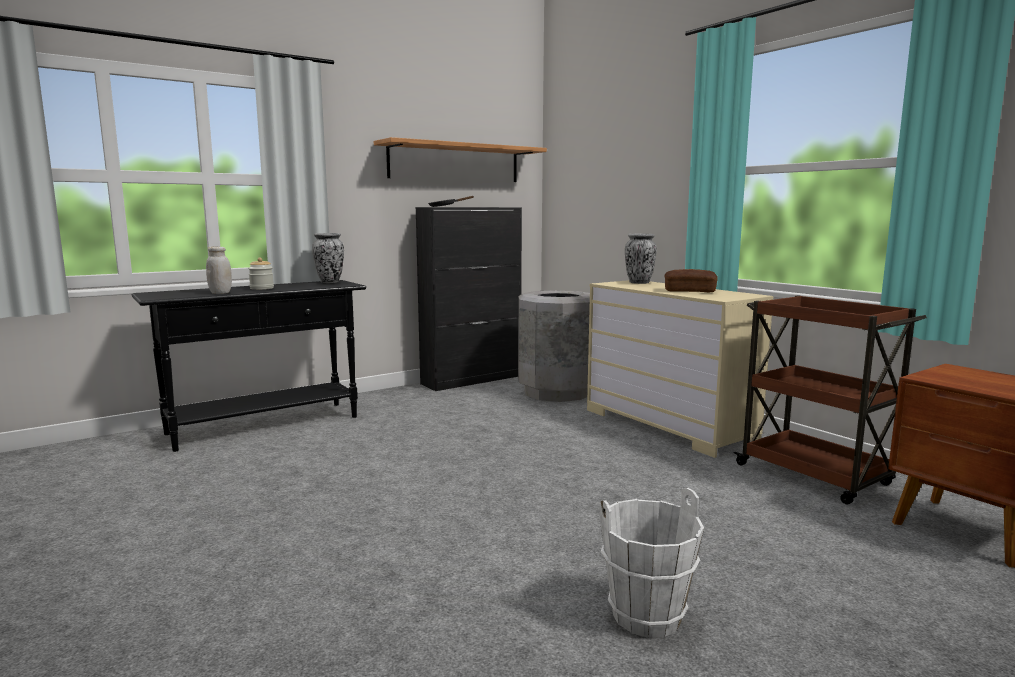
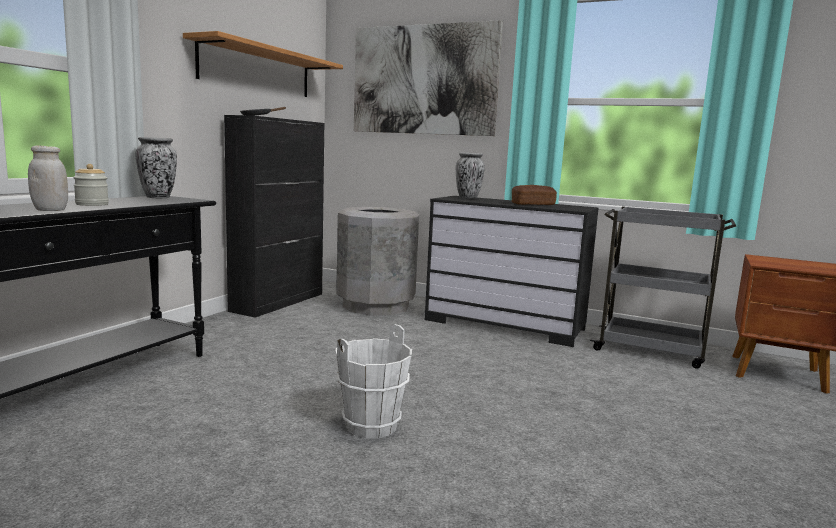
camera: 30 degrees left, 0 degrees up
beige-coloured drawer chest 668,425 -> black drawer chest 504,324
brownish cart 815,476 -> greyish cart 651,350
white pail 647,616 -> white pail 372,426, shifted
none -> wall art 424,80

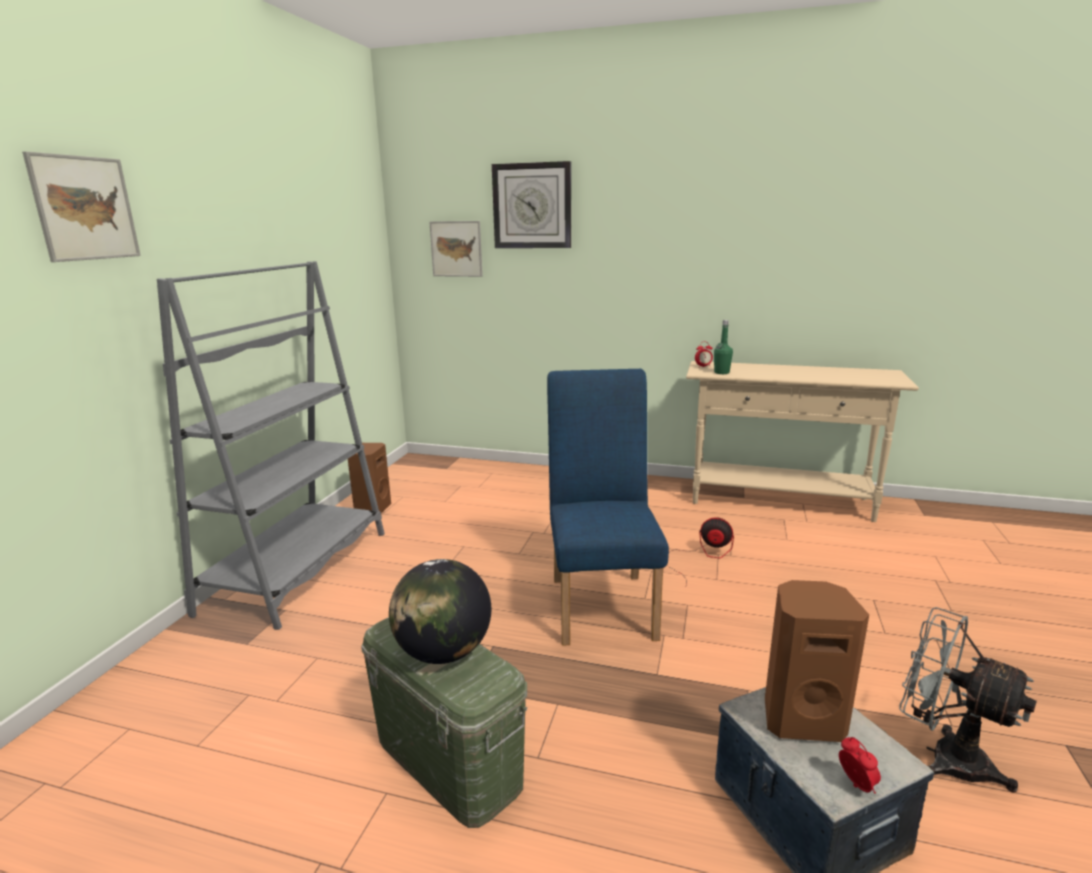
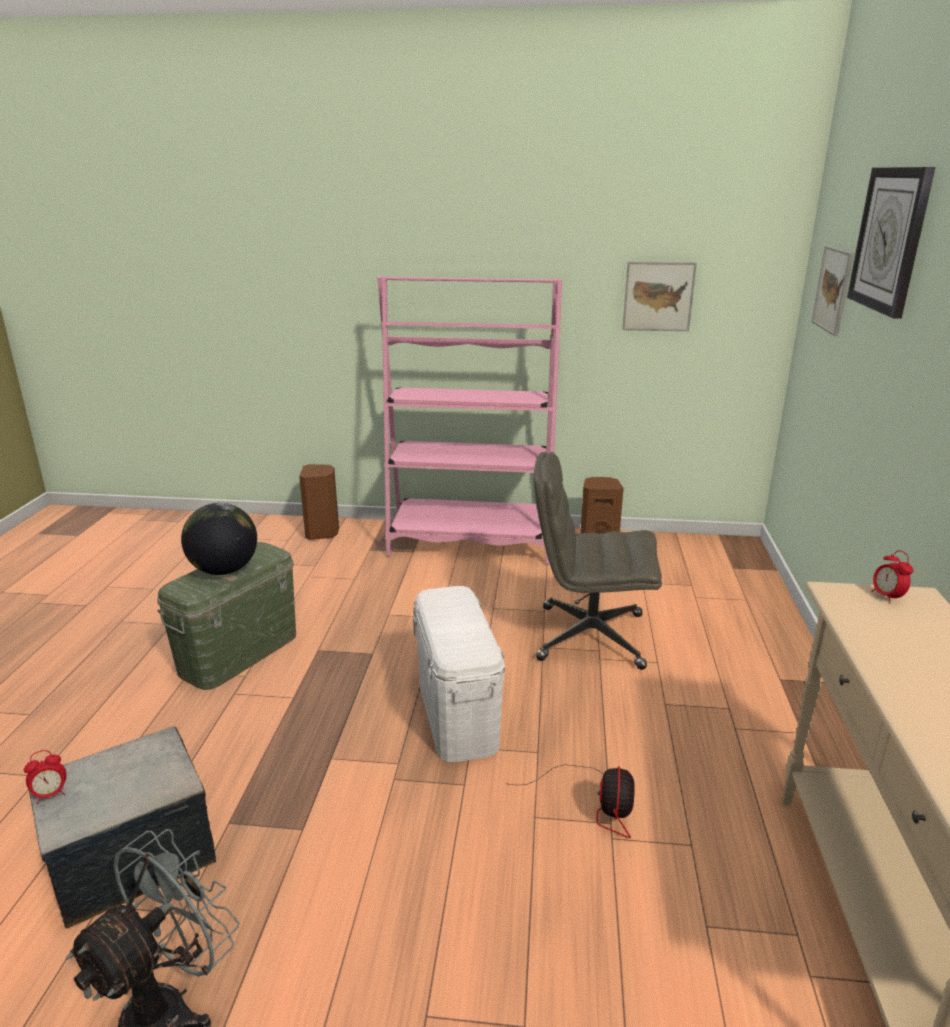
camera: 80 degrees right, 5 degrees up
wall art 85,208 -> wall art 658,296, shifted
greyish bookcase 298,571 -> pinkish bookcase 469,542
greenish beverage bottle 721,372 -> none
blue-coloured chair 602,601 -> white storage bin 457,714
brownish loudspeaker 801,718 -> brownish loudspeaker 322,533, shifted
none -> greyish office chair 589,637

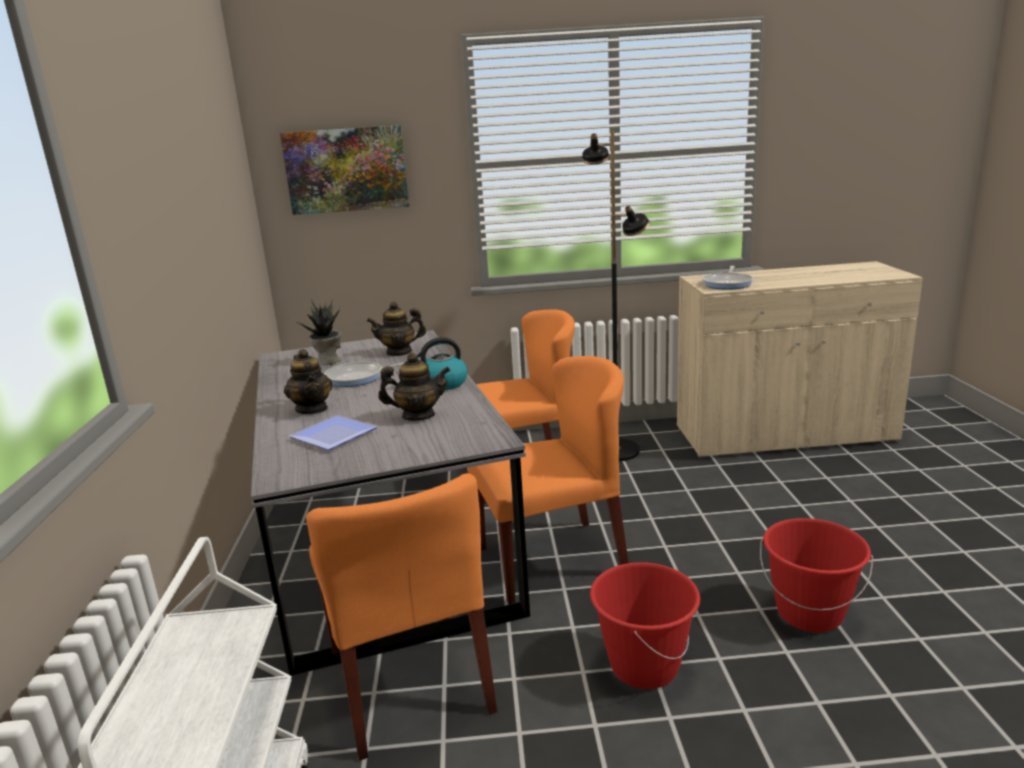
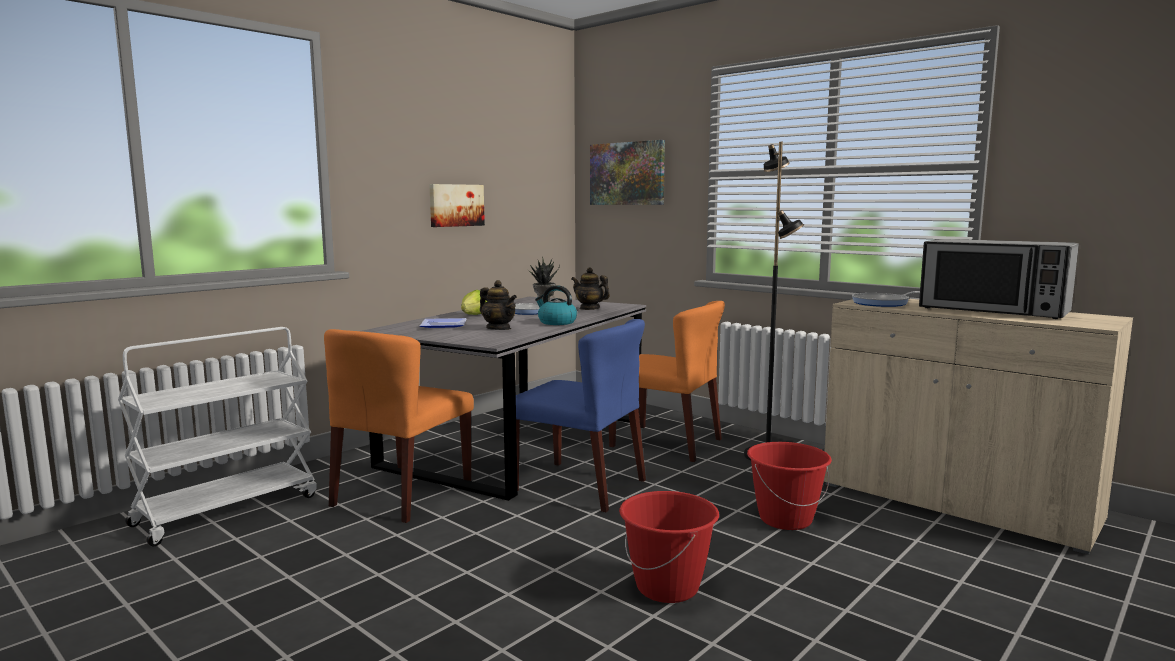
camera: 45 degrees right, 10 degrees down
pot for tea 312,409 -> lettuce head 471,316
orange chair 552,560 -> blue-coloured chair 580,485
reddish pail 643,666 -> reddish pail 785,519, shifted
none -> wall art 456,205
none -> microwave oven 993,310

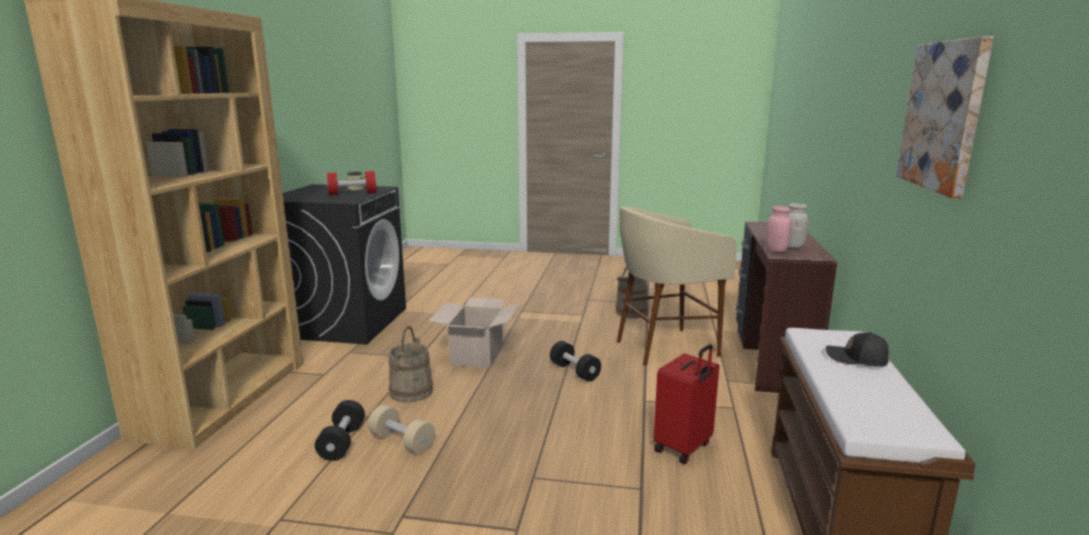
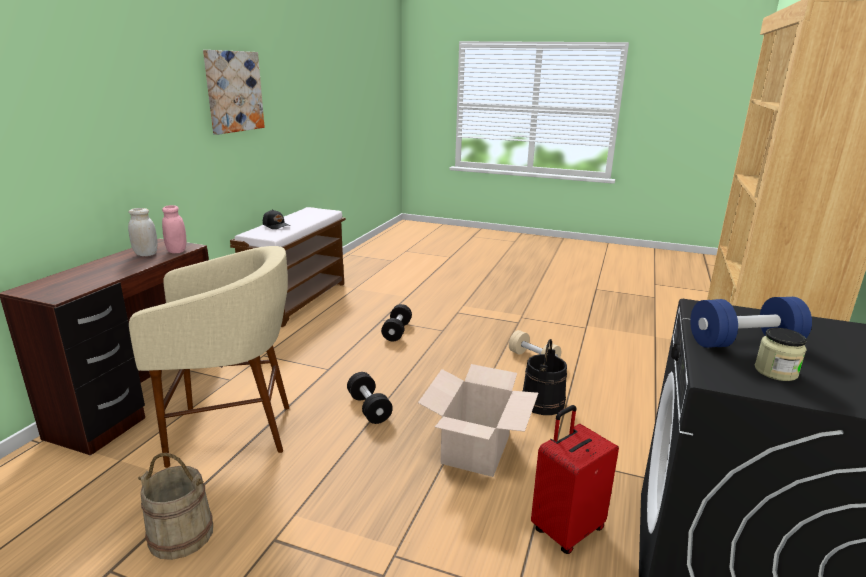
camera: 170 degrees left, 5 degrees up
reddish dumbbell 352,193 -> blue-coloured dumbbell 744,342
beige-coloured pail 411,392 -> black pail 543,403
reddish travel case 684,448 -> reddish travel case 566,529, shifted
black dumbbell 342,442 -> black dumbbell 397,331, shifted

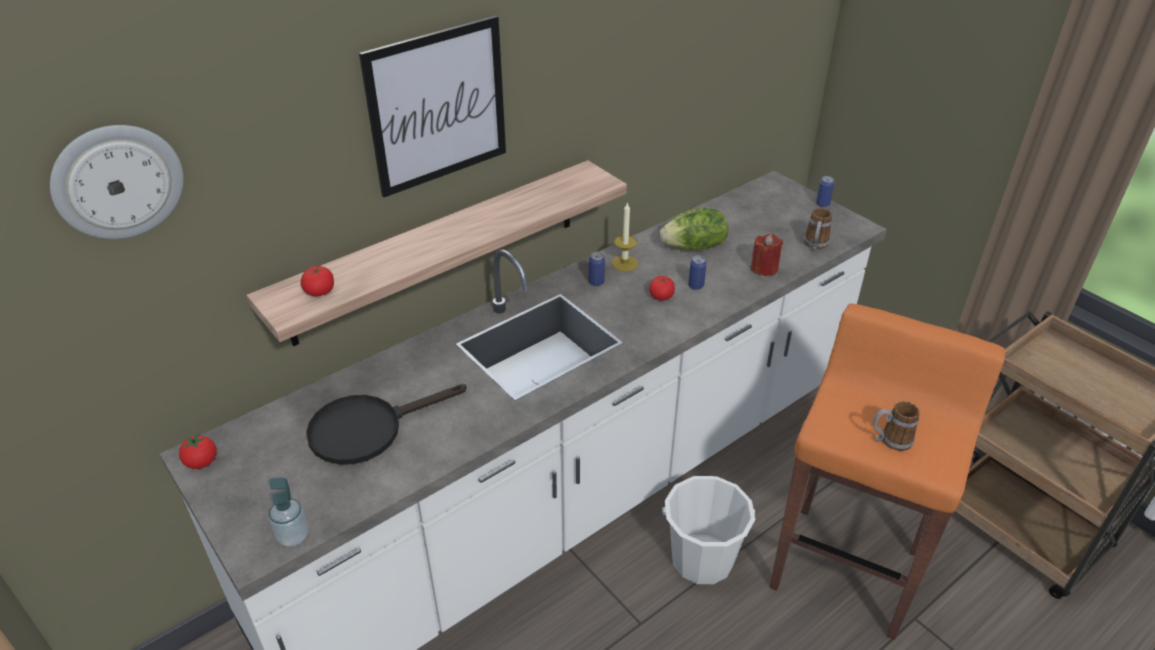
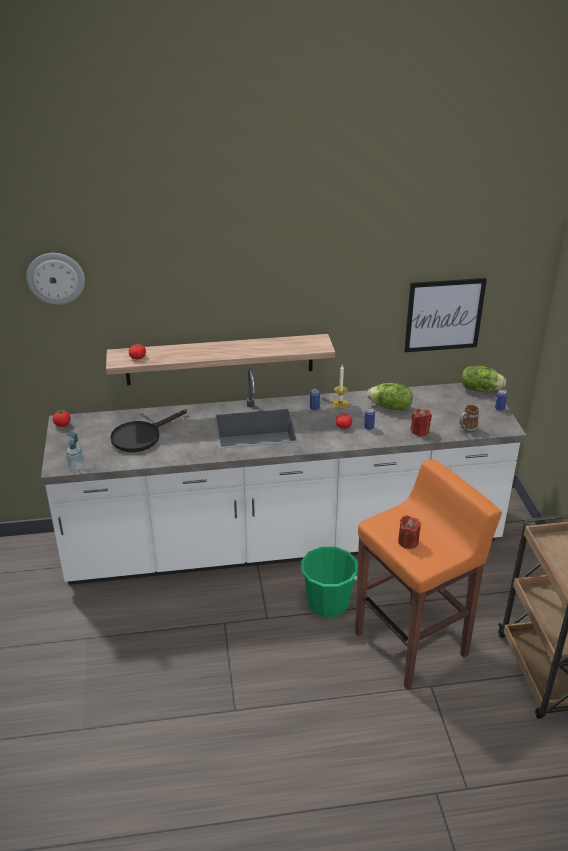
camera: 30 degrees right, 5 degrees down
wall art 438,106 -> wall art 444,315, shifted
black pan 368,429 -> black pan 141,436, 45 degrees counterclockwise
tea mug 890,440 -> reddish wax candle 408,542
white pail 702,559 -> greenish pail 328,603
none -> lettuce head 480,389

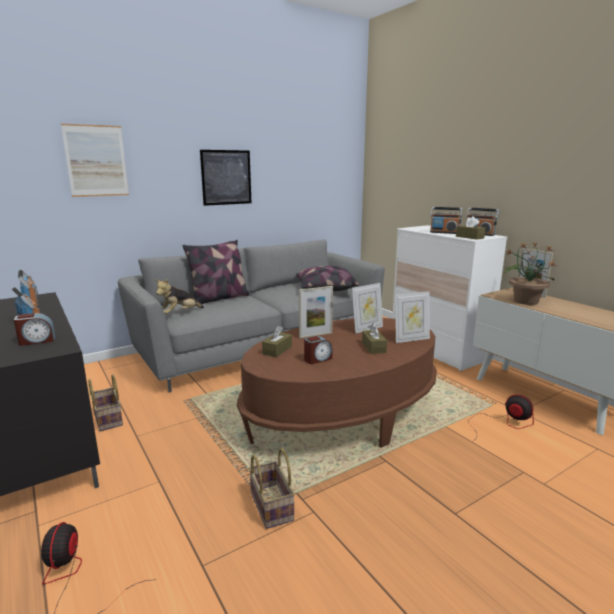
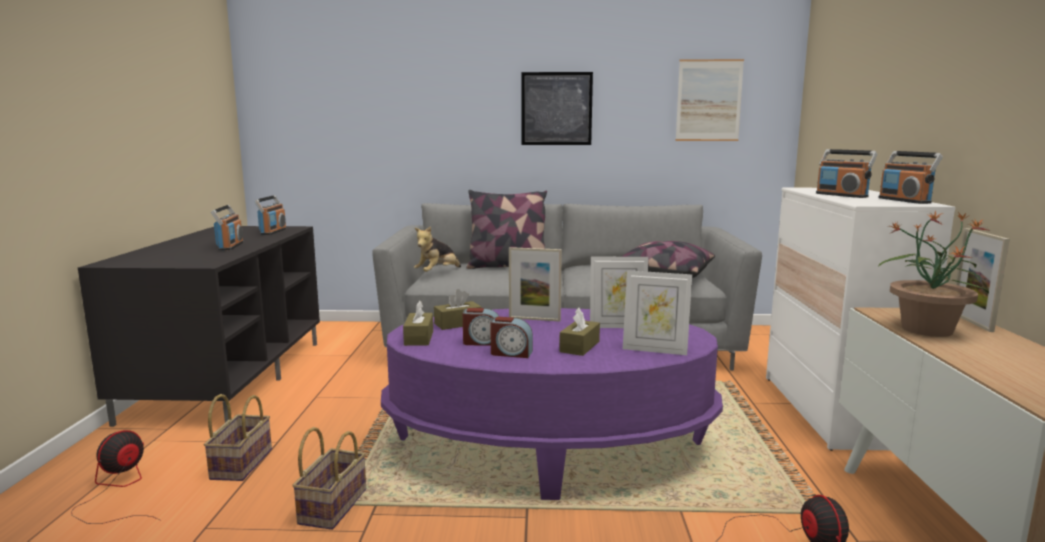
camera: 35 degrees right, 5 degrees down
wall art 96,161 -> wall art 709,100, shifted
brownish box of tissues 469,237 -> brownish box of tissues 419,338, shifted
soft toy 180,313 -> soft toy 437,273, 45 degrees counterclockwise
table clock 37,341 -> table clock 511,353, shifted
brownish coffee table 342,415 -> purple coffee table 549,447
storage basket 107,419 -> storage basket 241,463, shifted

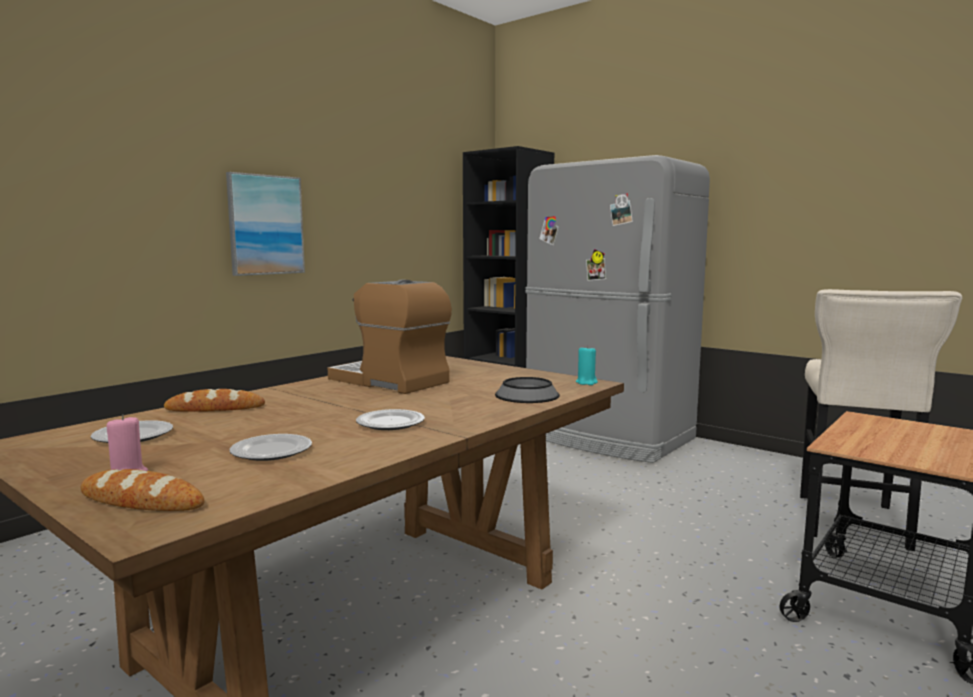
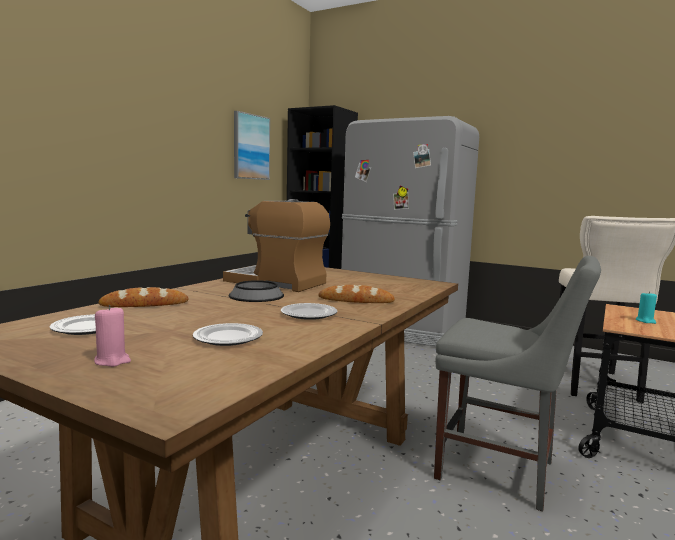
camera: 10 degrees left, 0 degrees up
wall art 265,225 -> wall art 251,147, shifted
blue-green wax candle 586,382 -> blue-green wax candle 645,321, shifted
serving bowl 527,395 -> serving bowl 256,295, shifted
baked bread 141,500 -> baked bread 356,300, shifted
none -> greyish chair 502,472

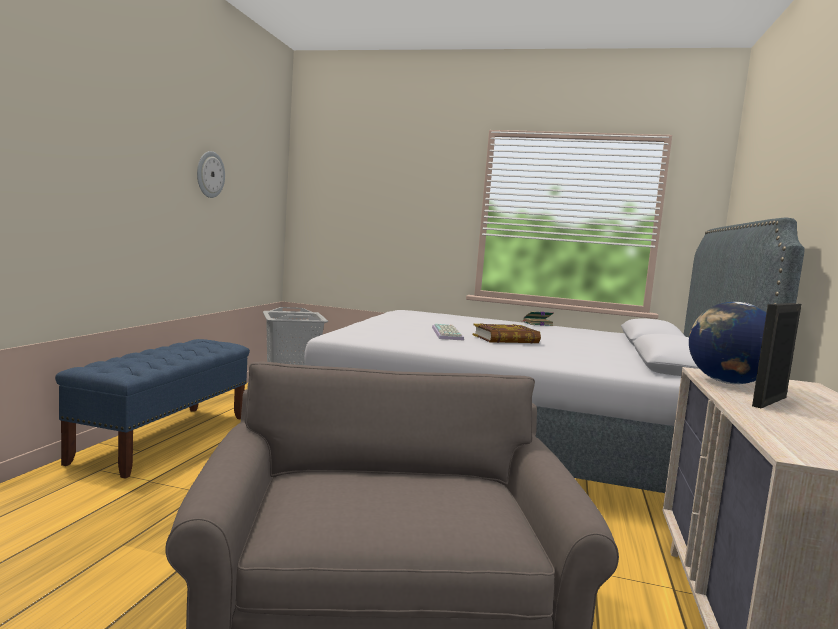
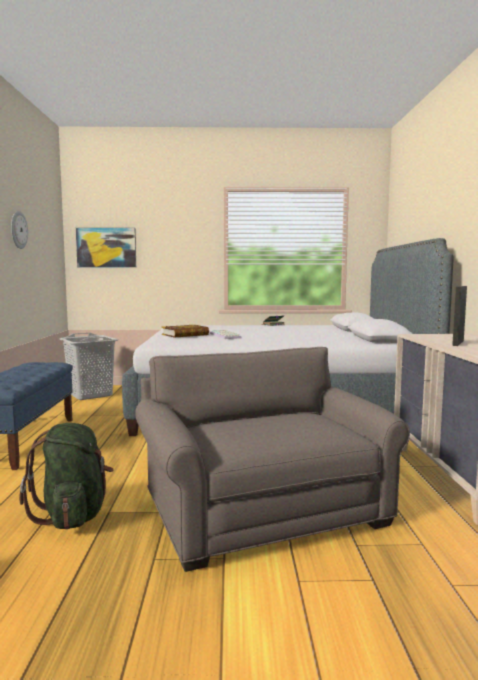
camera: 15 degrees left, 0 degrees up
world globe 727,382 -> none
book 506,339 -> book 185,335, shifted
none -> wall art 106,247
none -> greenish backpack 73,515

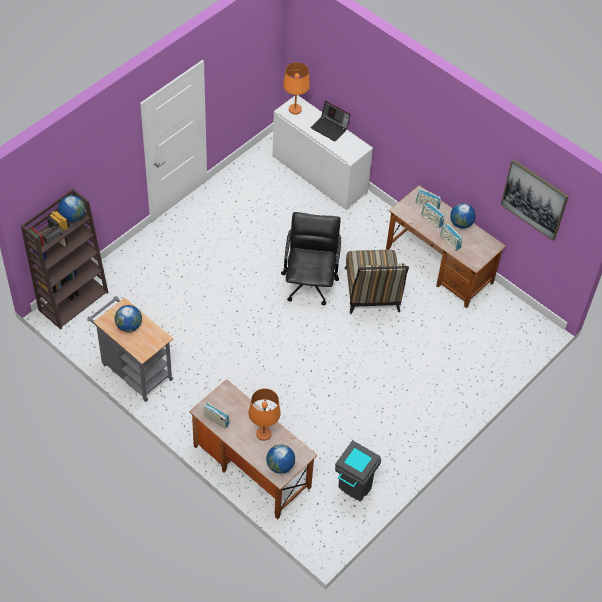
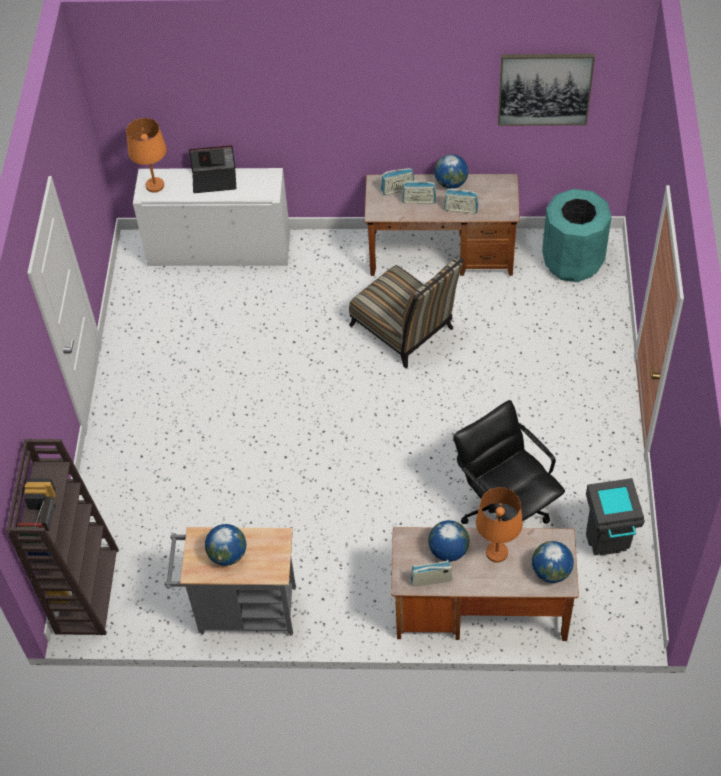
camera: 35 degrees left, 0 degrees up
world globe 73,217 -> world globe 448,550, shifted
black office chair 310,283 -> black office chair 504,509, shifted
none -> blue-green trash can 573,262

